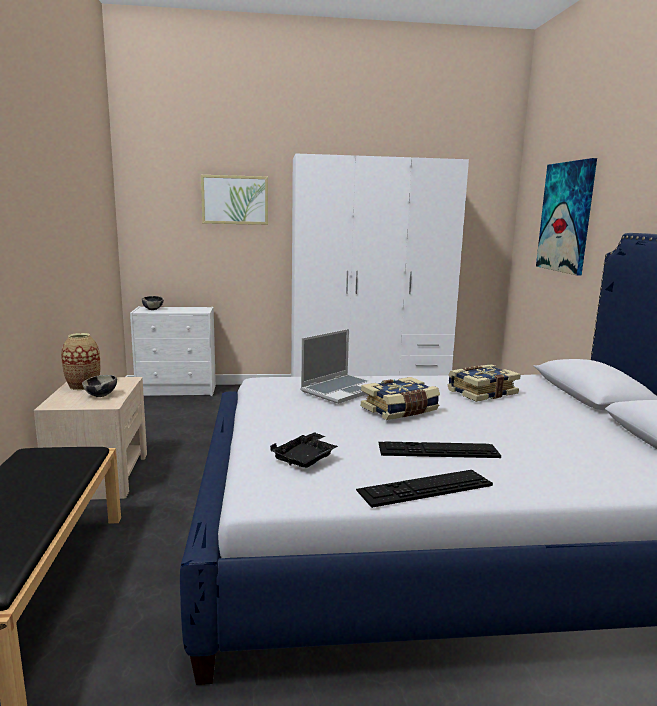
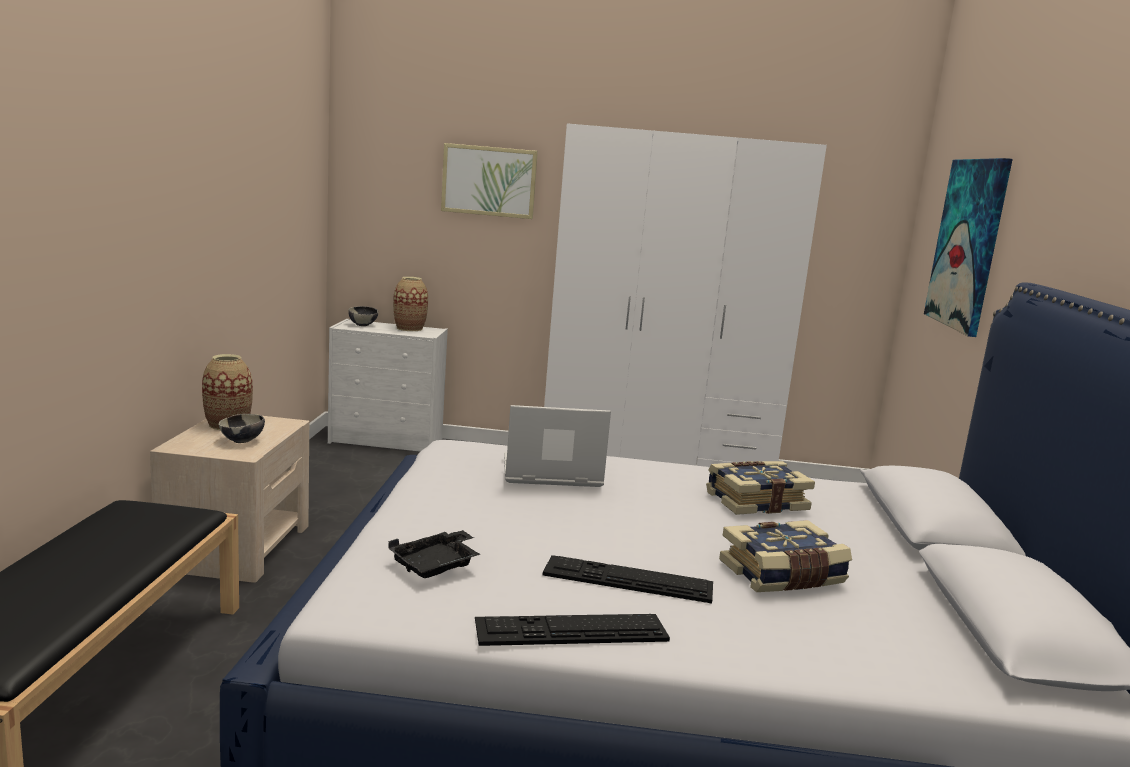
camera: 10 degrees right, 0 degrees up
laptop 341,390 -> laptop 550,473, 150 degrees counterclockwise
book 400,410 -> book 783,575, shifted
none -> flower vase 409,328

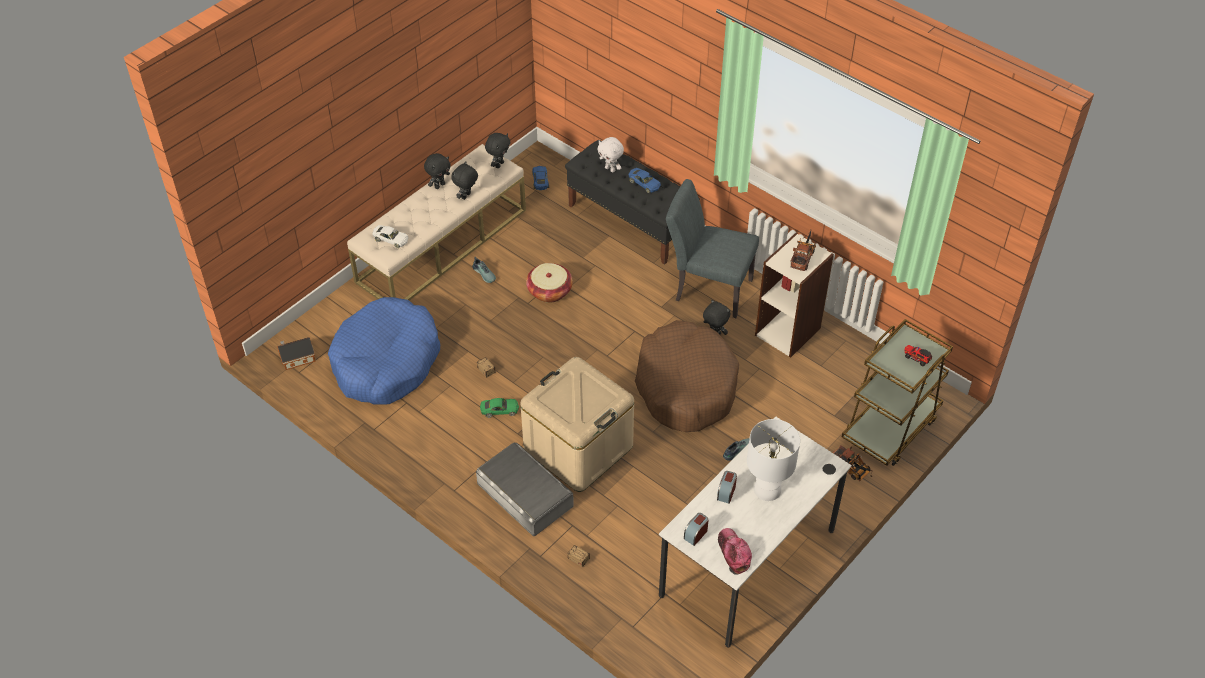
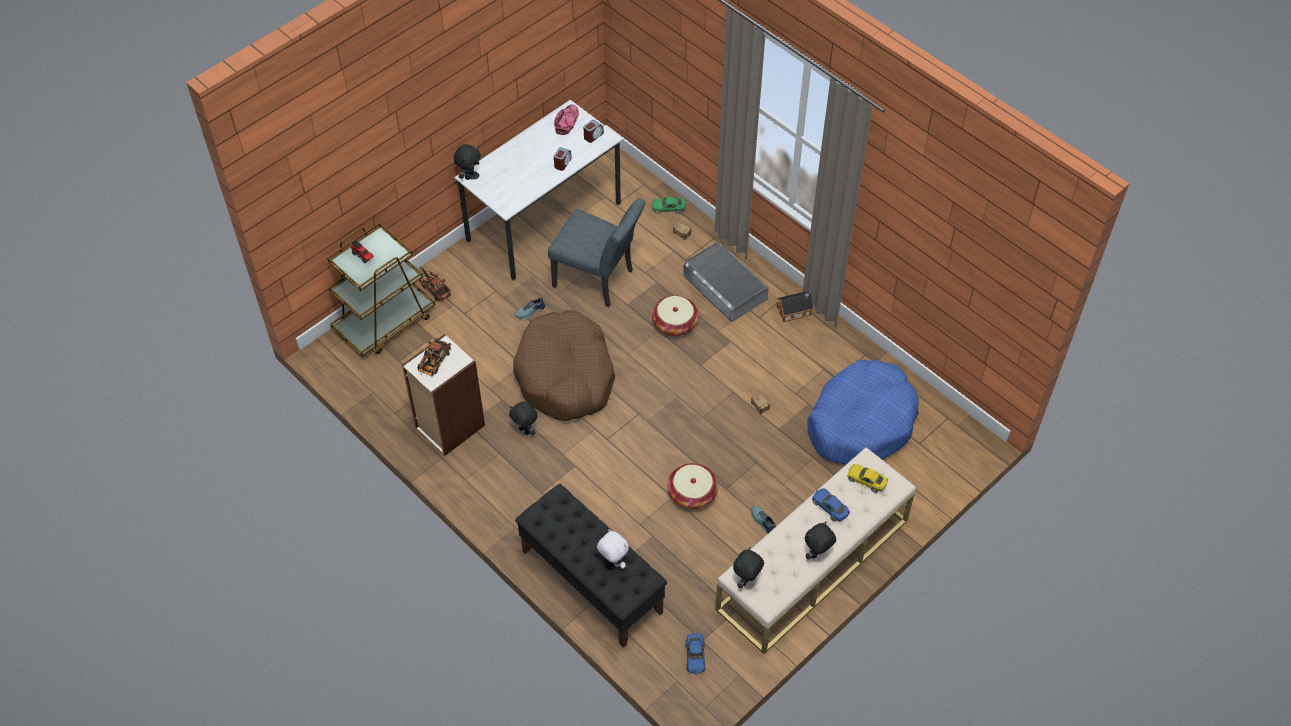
camera: 175 degrees left, 5 degrees up
black soft toy 466,196 -> black soft toy 469,176, shifted
blue-coloured miniature car 644,183 -> blue-coloured miniature car 830,507, shifted
greyish chair 707,288 -> greyish chair 598,280, shifted
white miniature car 391,239 -> yellow-coloured miniature car 866,480
model house 296,358 -> model house 795,311, shifted
beige-coloured storage bin 578,448 -> storage basket 675,324
greenish miniature car 499,410 -> greenish miniature car 668,208, shifted
white table lamp 767,490 -> none
peaked cap 734,552 -> peaked cap 566,121, 150 degrees counterclockwise

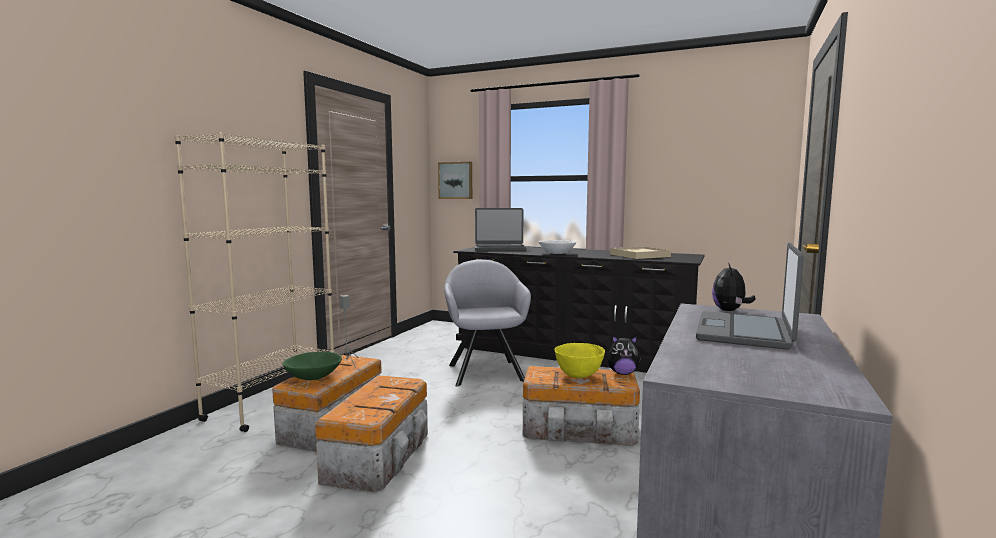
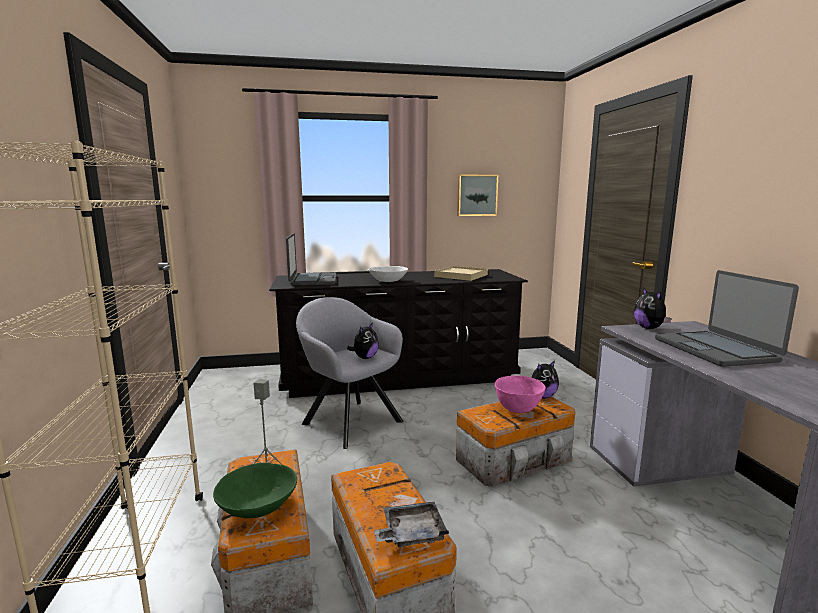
camera: 35 degrees left, 5 degrees up
wall art 456,180 -> wall art 476,195, shifted
laptop 499,249 -> laptop 313,280, 60 degrees counterclockwise
yellow-coloured serving bowl 578,376 -> pinkish serving bowl 517,410
none -> soft toy 365,358
none -> greyish serving tray 411,533

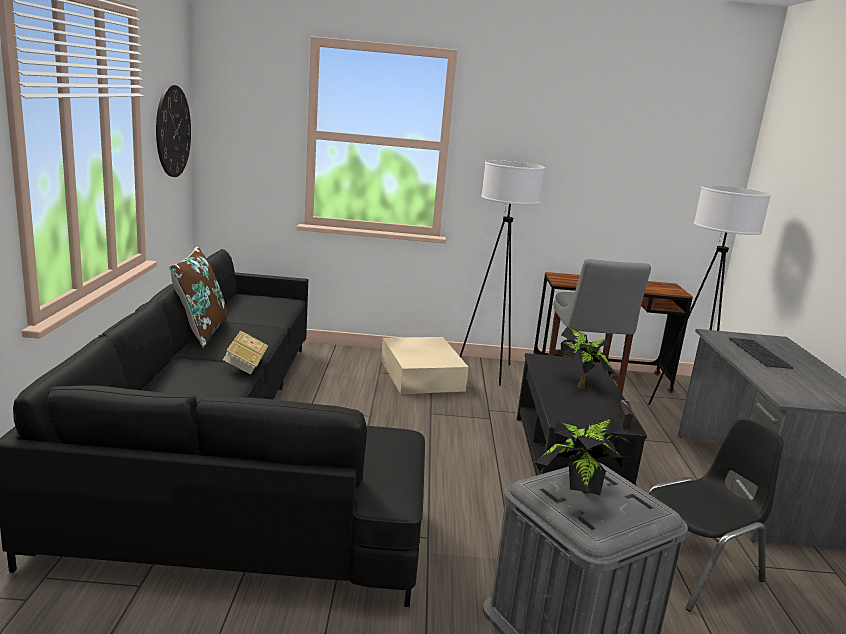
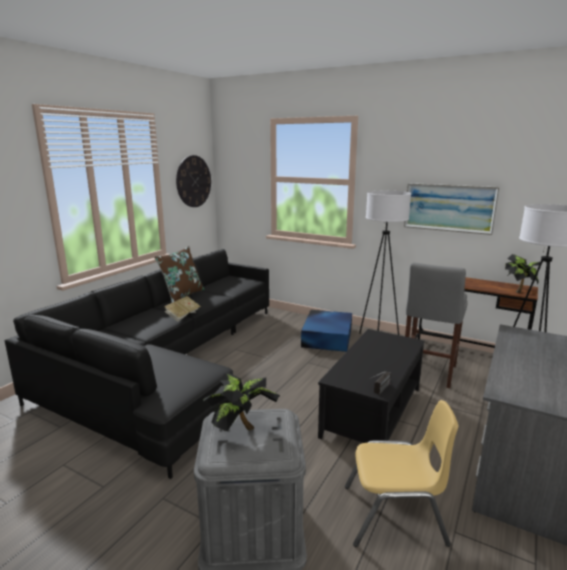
camera: 30 degrees right, 0 degrees up
potted plant 581,384 -> potted plant 519,291, shifted
beige-coloured storage bin 422,375 -> blue-coloured storage bin 327,337
PC keyboard 759,353 -> none
black chair 693,568 -> yellow-coloured chair 394,516
none -> wall art 449,207

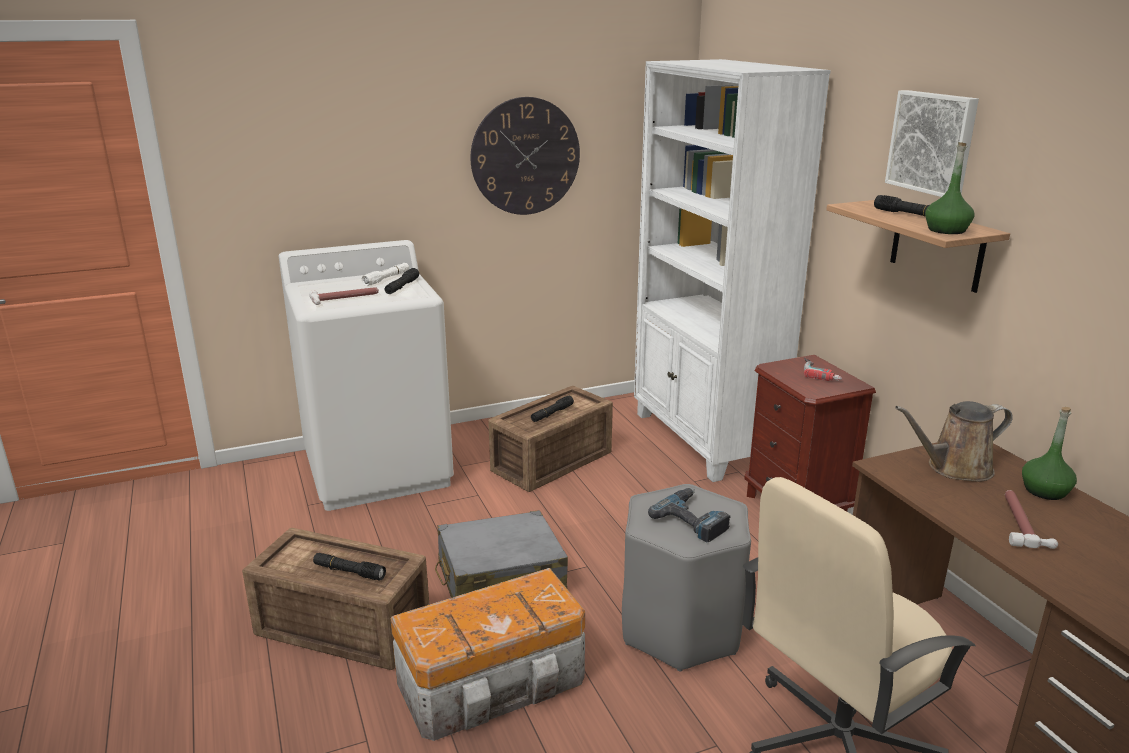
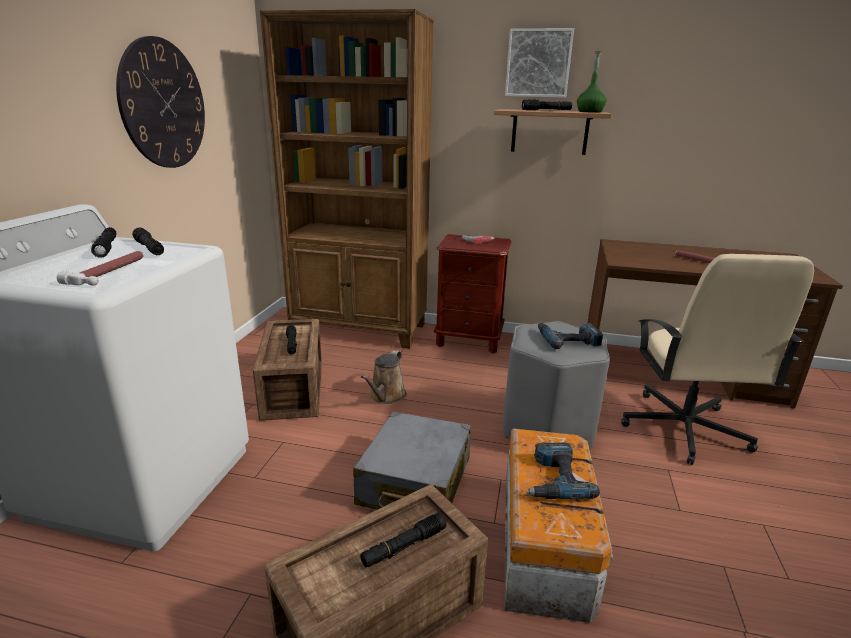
camera: 55 degrees left, 0 degrees up
white bookcase 704,440 -> brownish bookcase 360,329
white hand torch 386,279 -> black hand torch 106,248
brownish sprinkling can 954,468 -> brownish sprinkling can 386,396, shifted
greenish beverage bottle 1044,491 -> none
none -> power drill 553,479

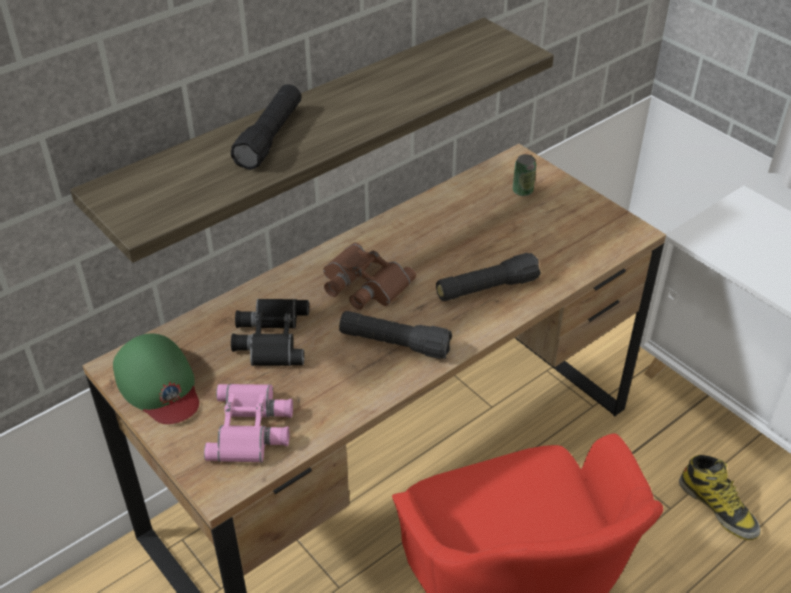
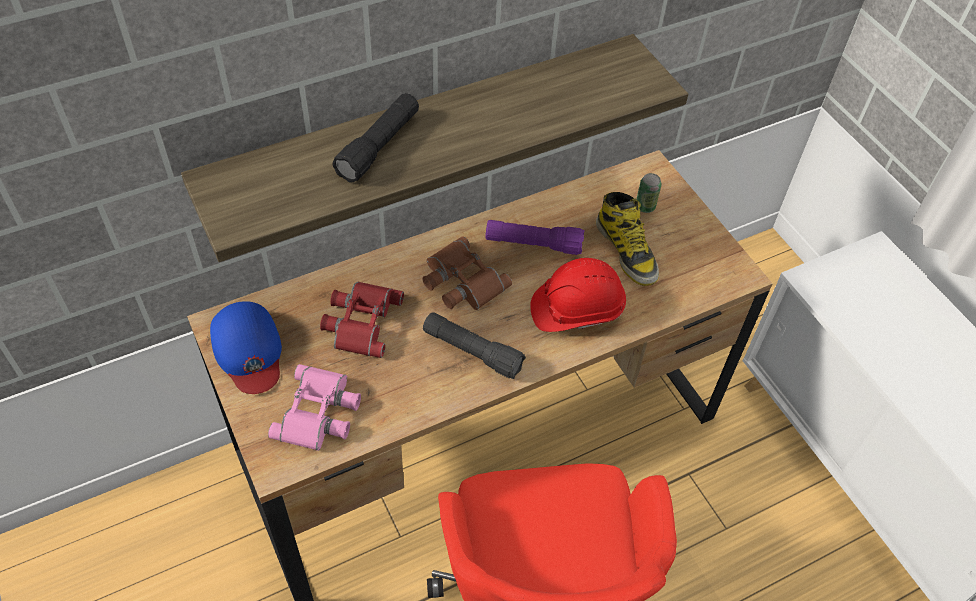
camera: 10 degrees right, 10 degrees up
black hand torch 486,288 -> reddish hard hat 576,309
black field glasses 270,337 -> reddish field glasses 360,321
greenish peaked cap 159,385 -> blue-coloured peaked cap 248,350
boot 718,507 -> boot 627,251, shifted
none -> purple hand torch 533,244

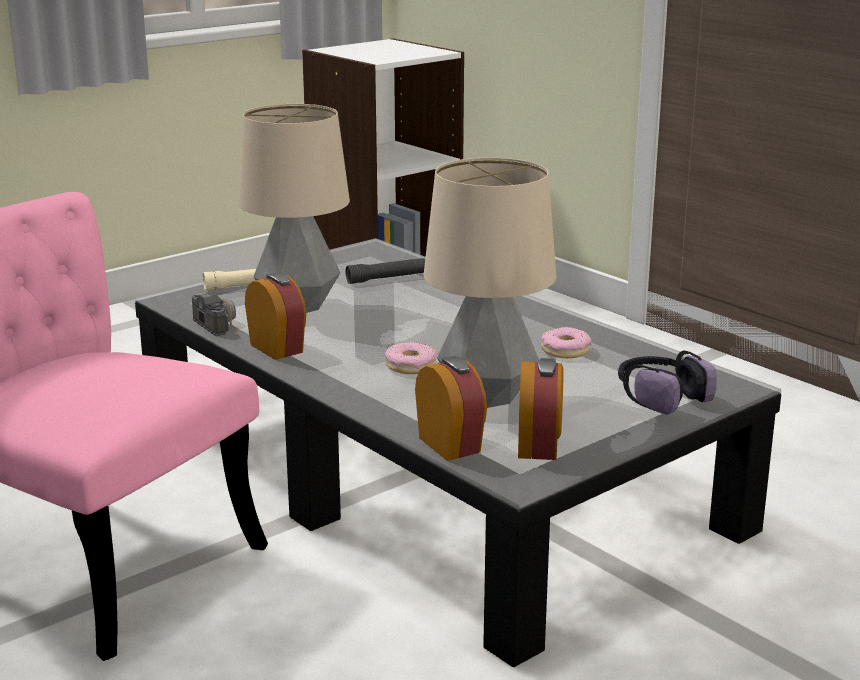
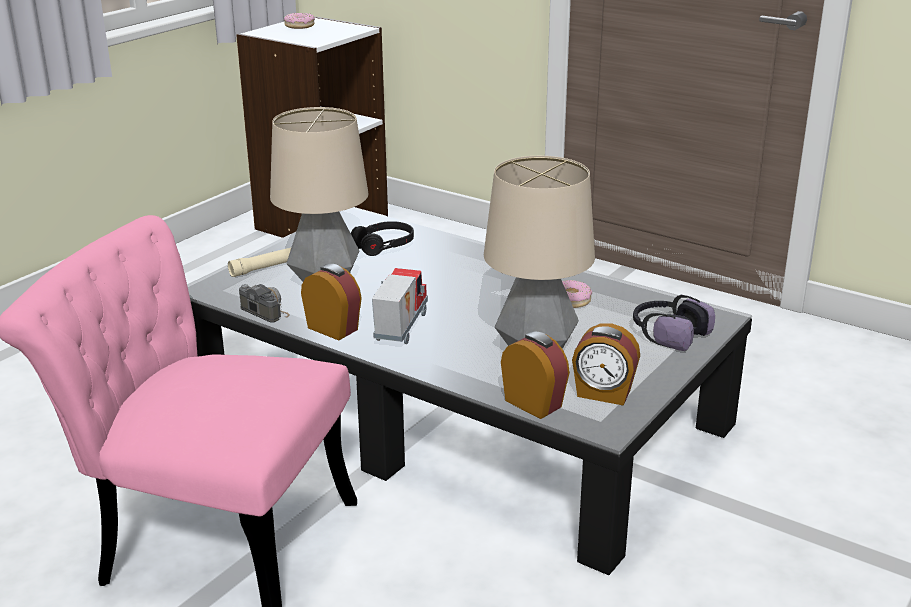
camera: 15 degrees left, 5 degrees up
black hand torch 387,278 -> black headset 383,246
ring doughnut 411,366 -> ring doughnut 299,26, shifted
table clock 539,446 -> table clock 603,394, 120 degrees clockwise
none -> toy truck 399,328

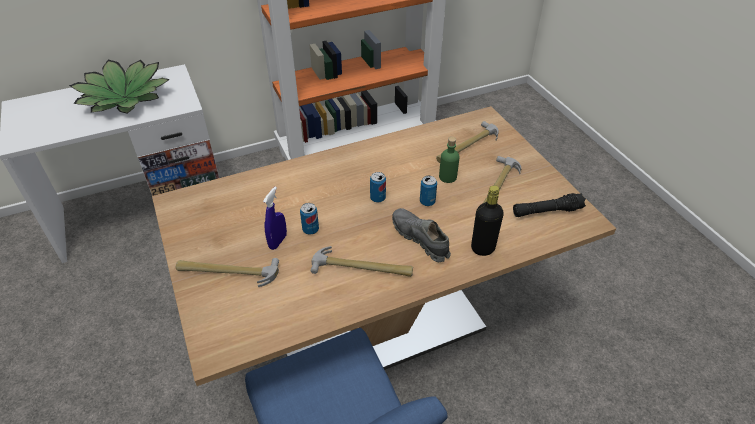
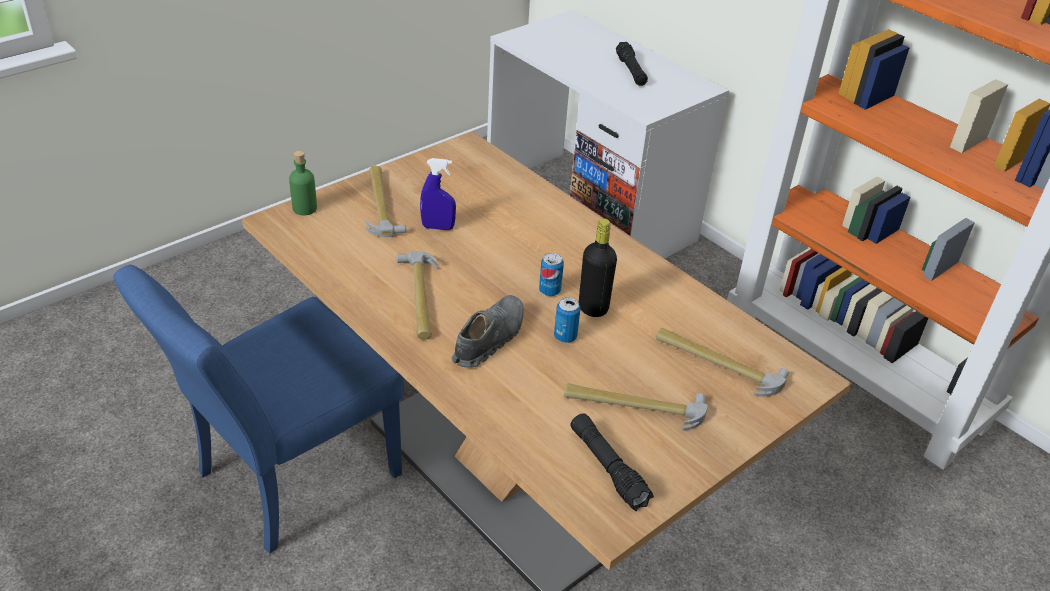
camera: 70 degrees right, 5 degrees down
potted plant 125,97 -> black hand torch 631,71
greenish beverage bottle 447,177 -> greenish beverage bottle 304,208, shifted
black beverage bottle 482,248 -> black beverage bottle 593,308, shifted
can 310,229 -> none

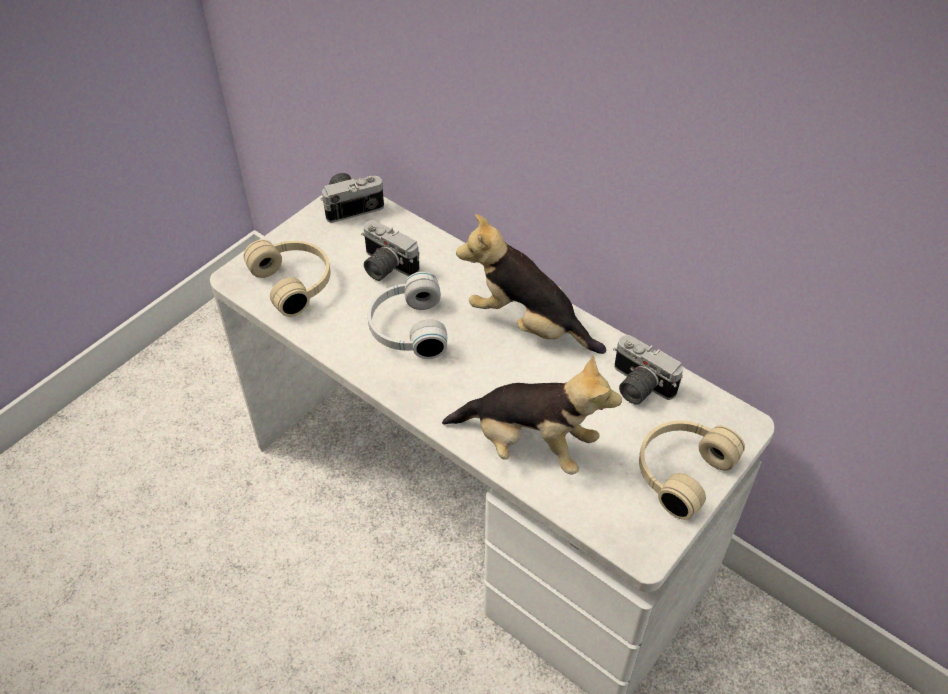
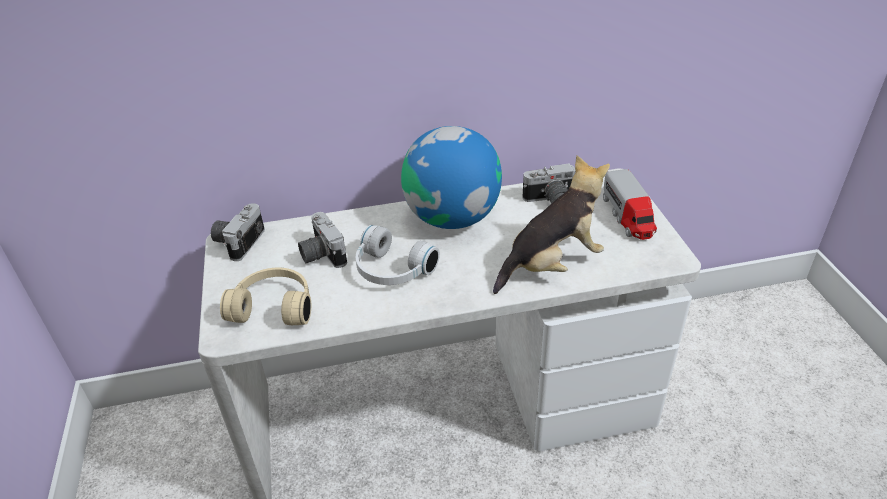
camera: 50 degrees left, 10 degrees down
soft toy 528,324 -> world globe 452,217
photo camera 384,267 -> photo camera 321,254, 75 degrees clockwise
beige-coloured headset 679,471 -> toy truck 628,216

